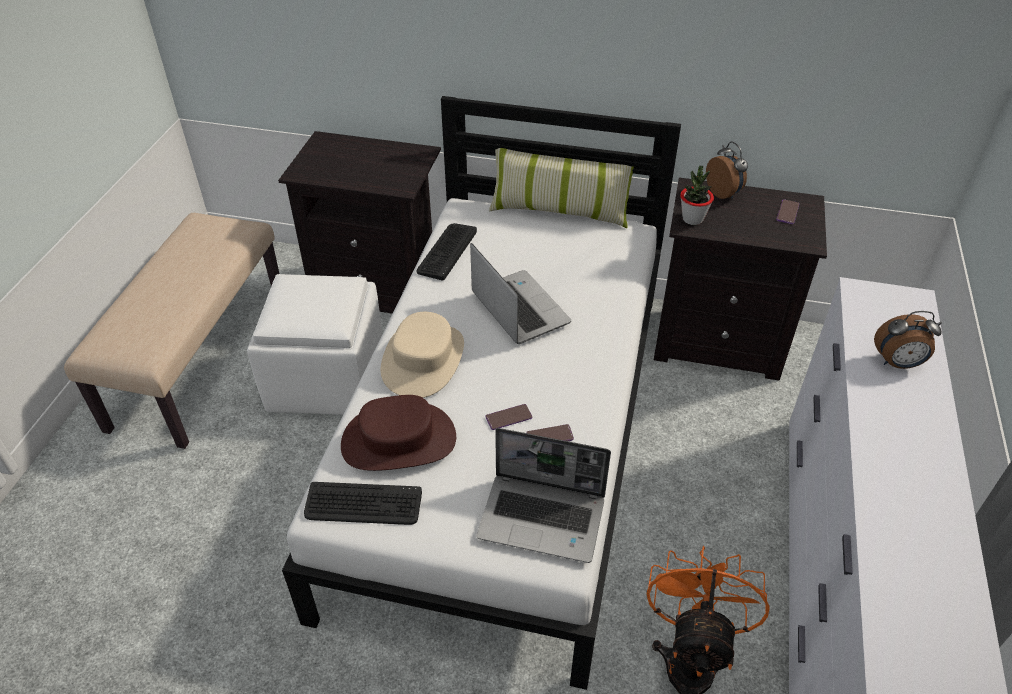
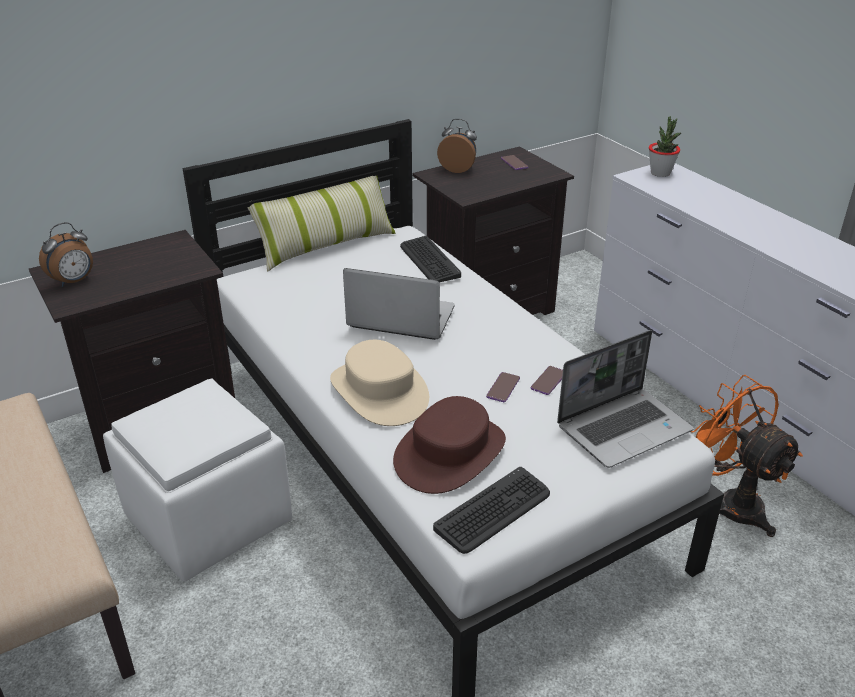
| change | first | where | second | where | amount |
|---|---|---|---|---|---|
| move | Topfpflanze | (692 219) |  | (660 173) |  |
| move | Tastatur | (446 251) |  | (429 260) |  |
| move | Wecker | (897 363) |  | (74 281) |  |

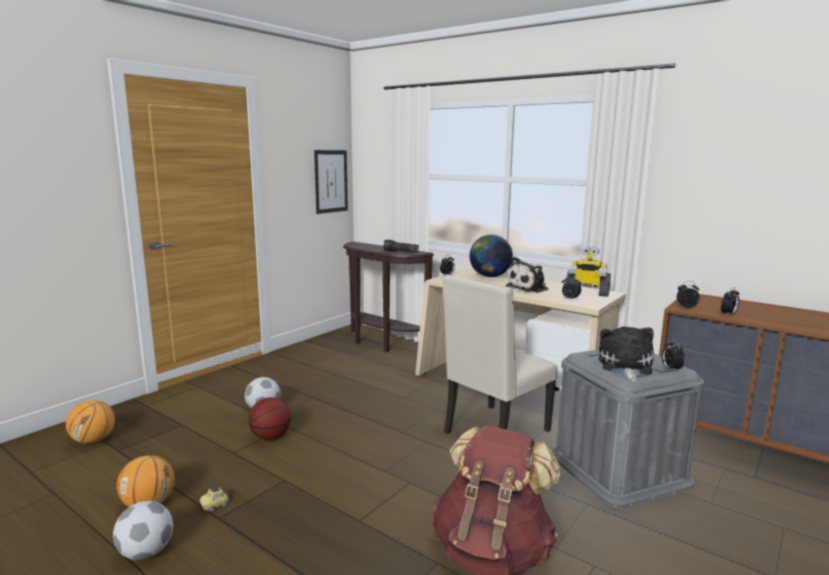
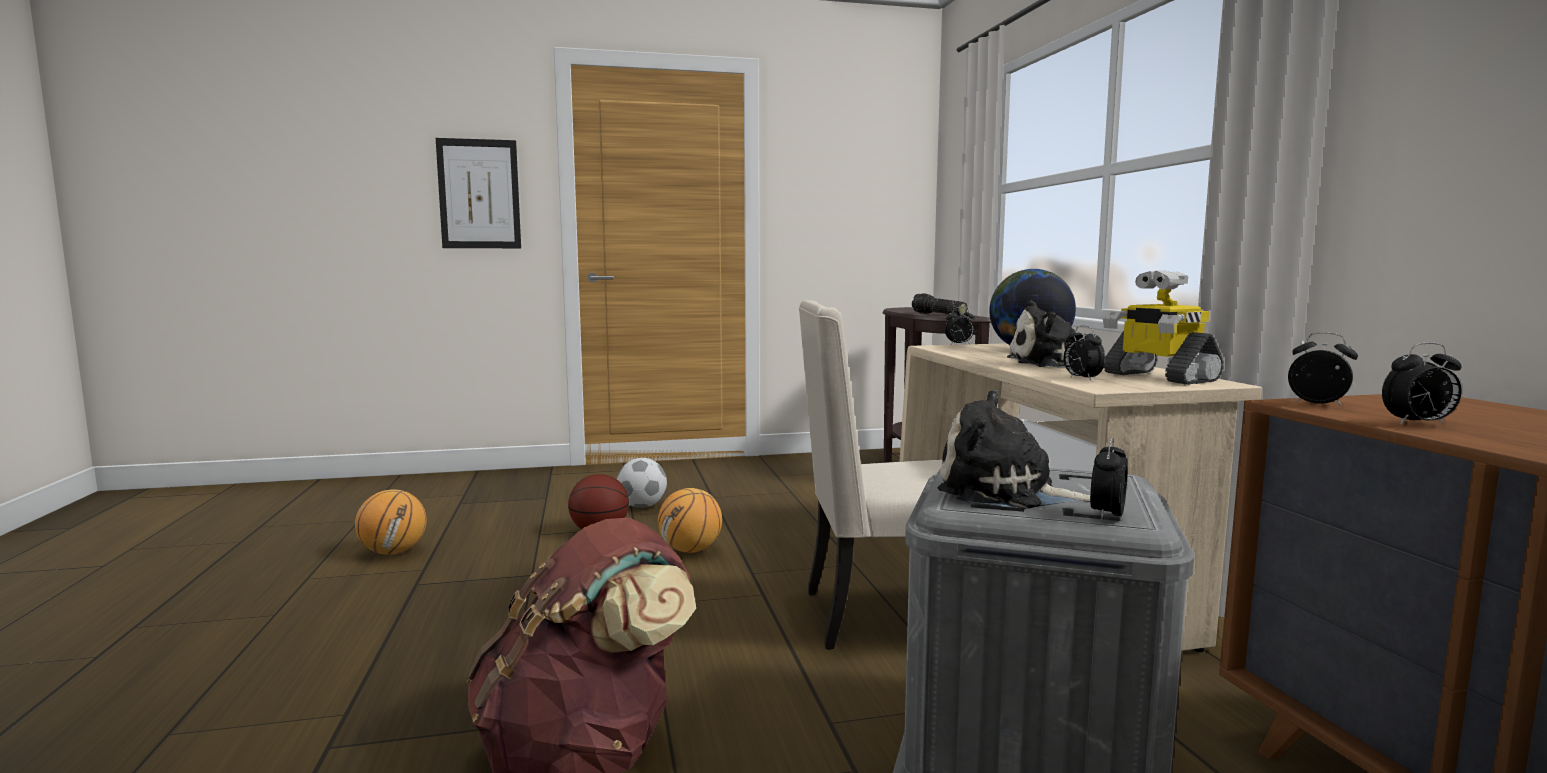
| change | first | where | second | where | amount |
|---|---|---|---|---|---|
| move | Bild | (331 181) |  | (479 194) |  |
| rotate | Plüschtier | (625 367) |  | (1005 492) | 120 degrees counterclockwise |
| move | Basketball | (93 440) |  | (691 550) |  |
| delete | Spielzeugauto | (215 506) |  |  |  |
| delete | Fußball | (146 553) |  |  |  |

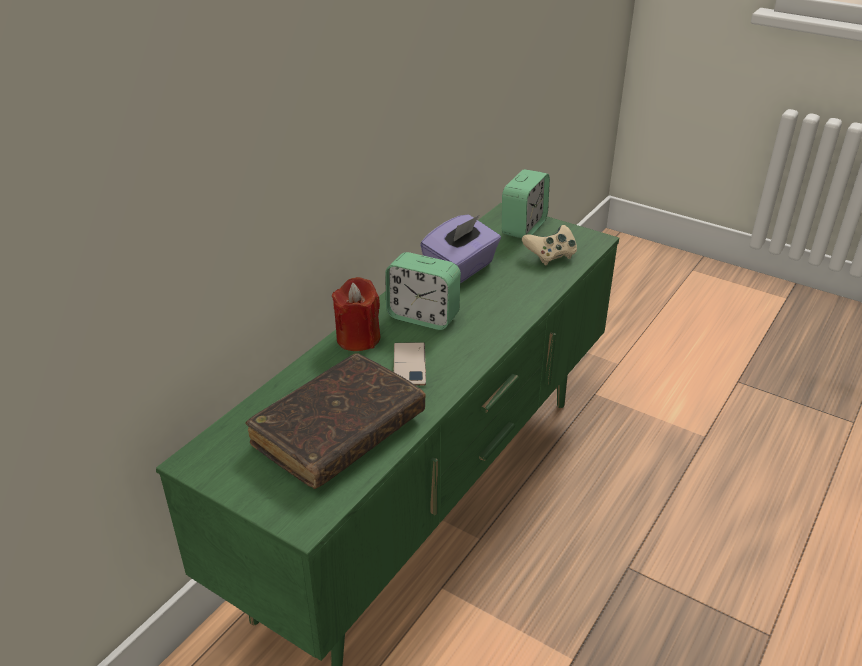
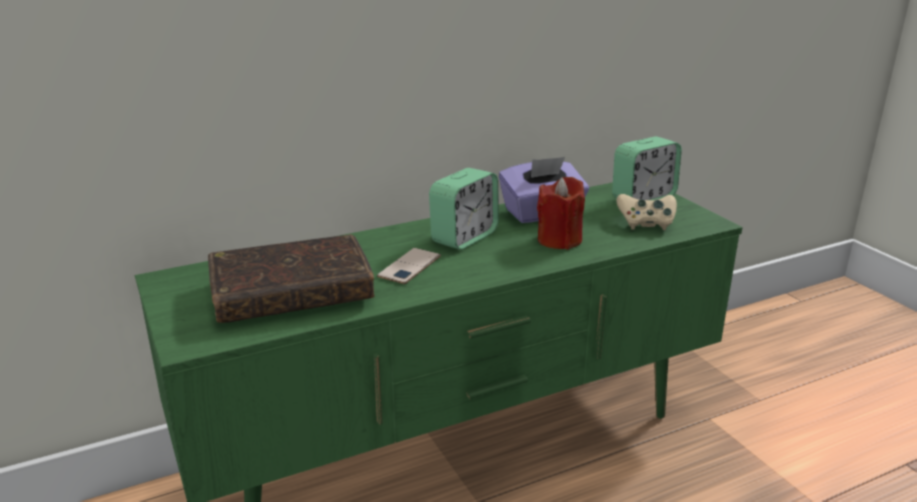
| change | first | where | second | where | amount |
|---|---|---|---|---|---|
| rotate | Wecker | (423 316) |  | (464 237) | 105 degrees counterclockwise |
| move | Kerze [rot] | (358 338) |  | (559 240) |  |

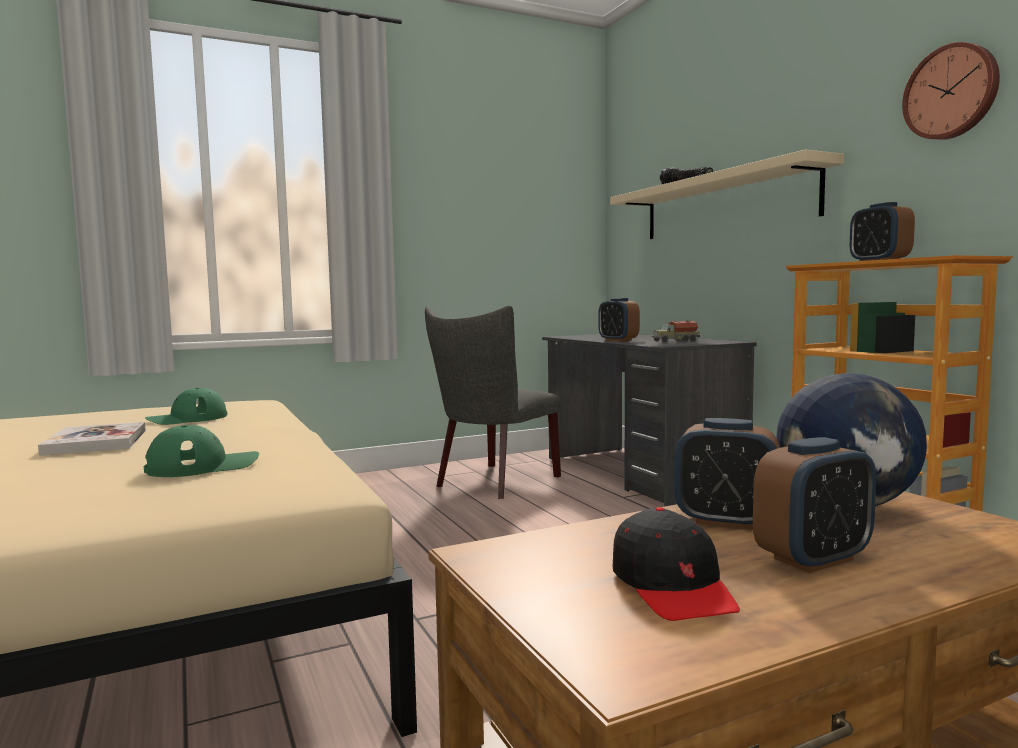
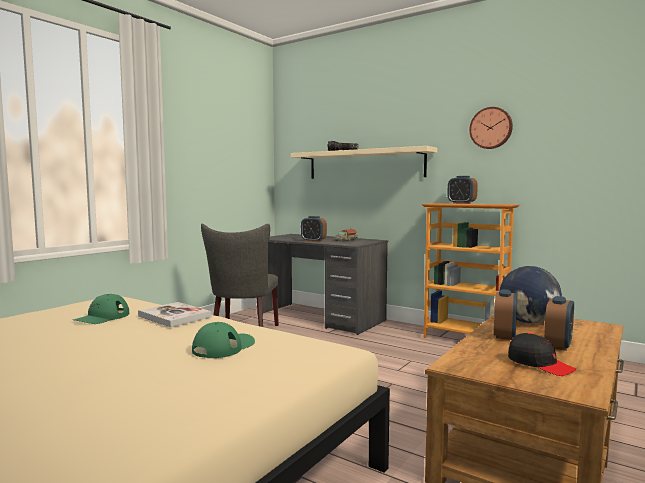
| change | first | where | second | where | amount |
|---|---|---|---|---|---|
| rotate | Wecker | (726 521) |  | (504 335) | 60 degrees counterclockwise |
| move | Buch | (96 442) |  | (174 316) |  |

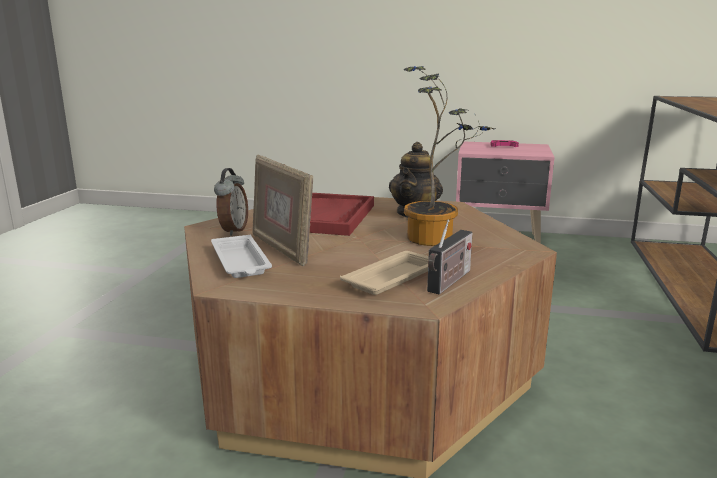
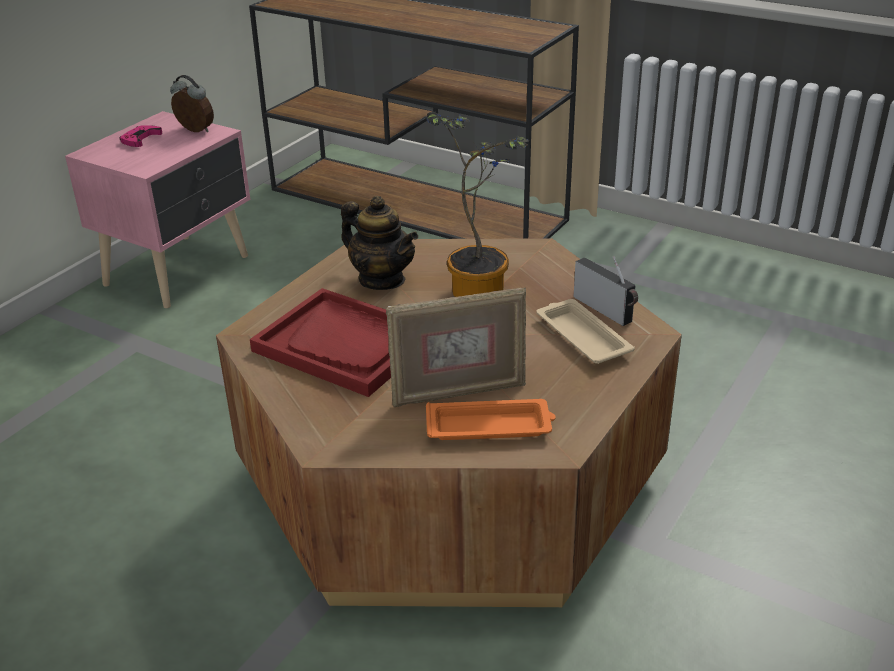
| change | first | where | second | where | amount |
|---|---|---|---|---|---|
| move | Wecker | (233 231) |  | (194 131) |  |
| recolor | Tablett [weiß] | (241 262) | Tablett [orange] | (491 427) |  |

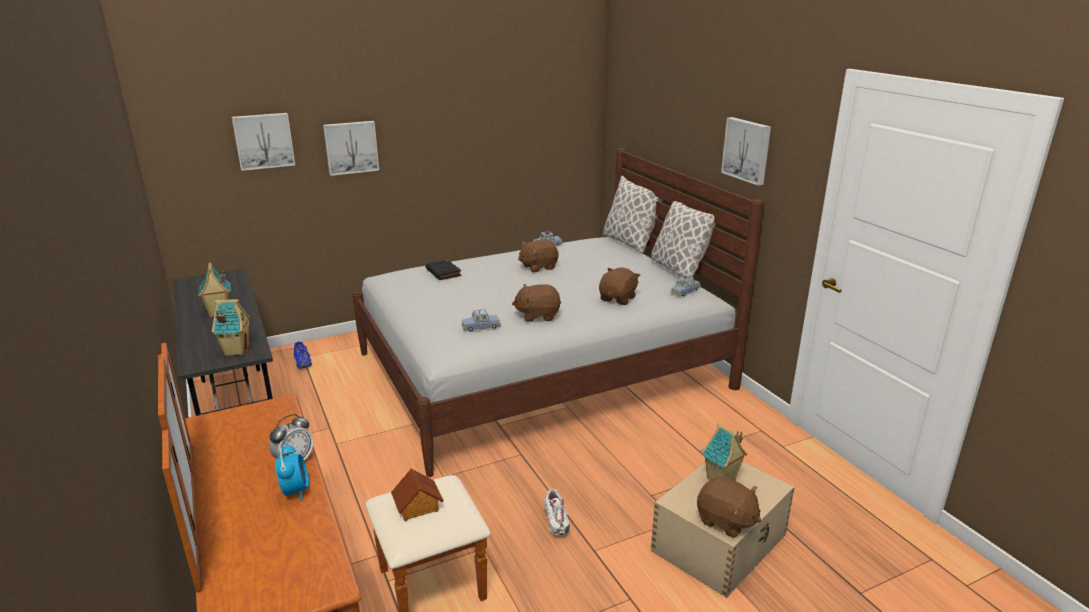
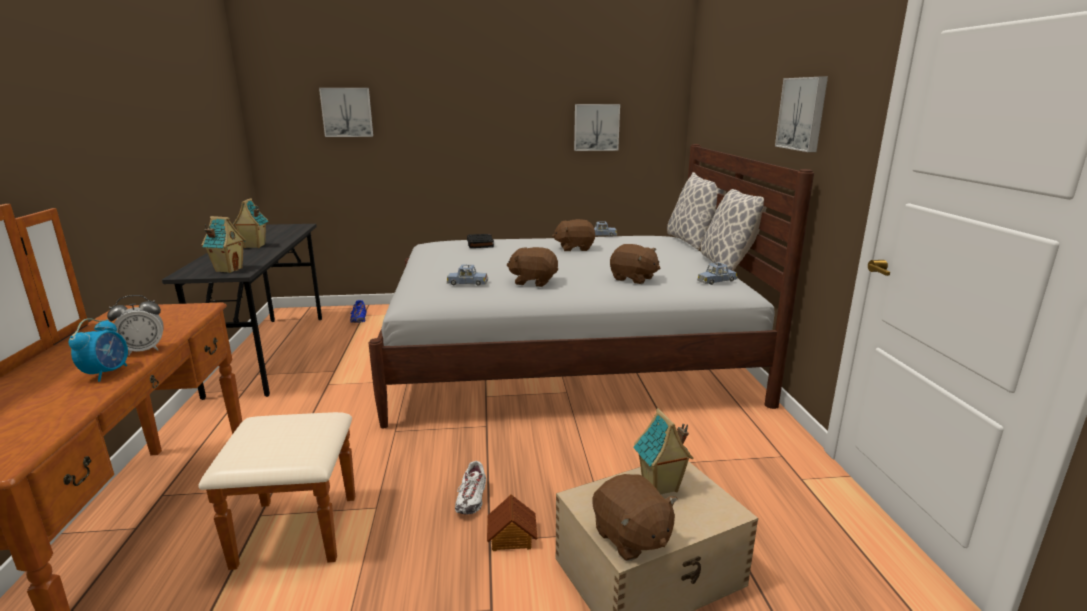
| change | first | where | second | where | amount |
|---|---|---|---|---|---|
| move | Bild | (351 147) |  | (596 127) |  |
| rotate | Plüschtier [braun] | (618 299) |  | (633 279) | 75 degrees clockwise |
| move | Spielzeughaus | (417 506) |  | (511 537) |  |

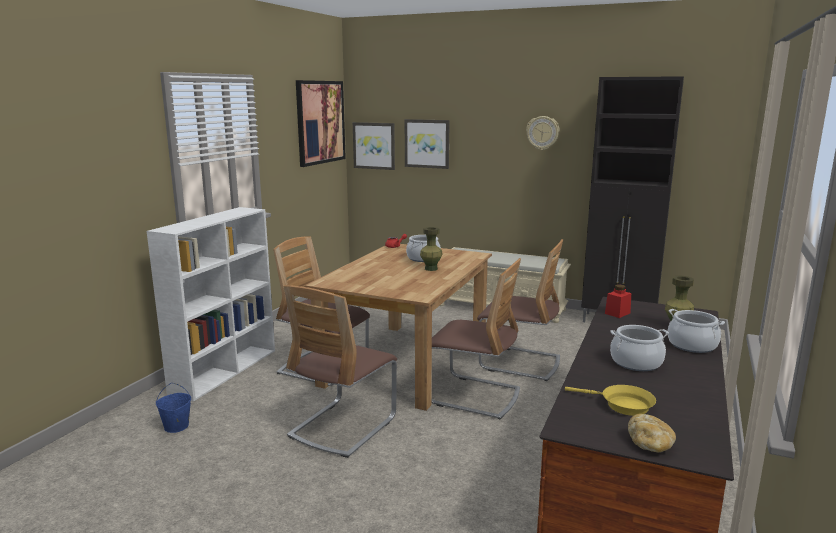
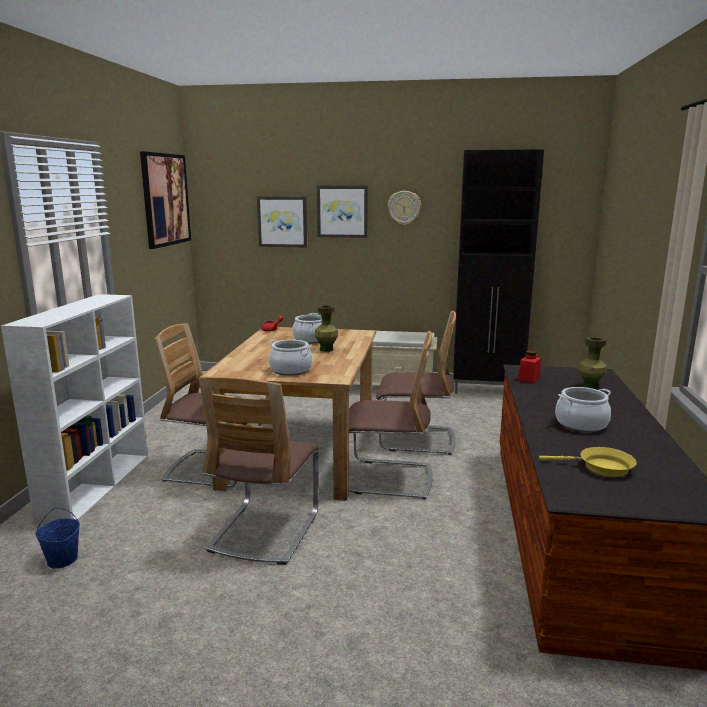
| change | first | where | second | where | amount |
|---|---|---|---|---|---|
| move | Bild | (374 145) |  | (342 211) |  |
| move | Kochtopf | (692 345) |  | (290 370) |  |
| delete | Brot | (650 444) |  |  |  |

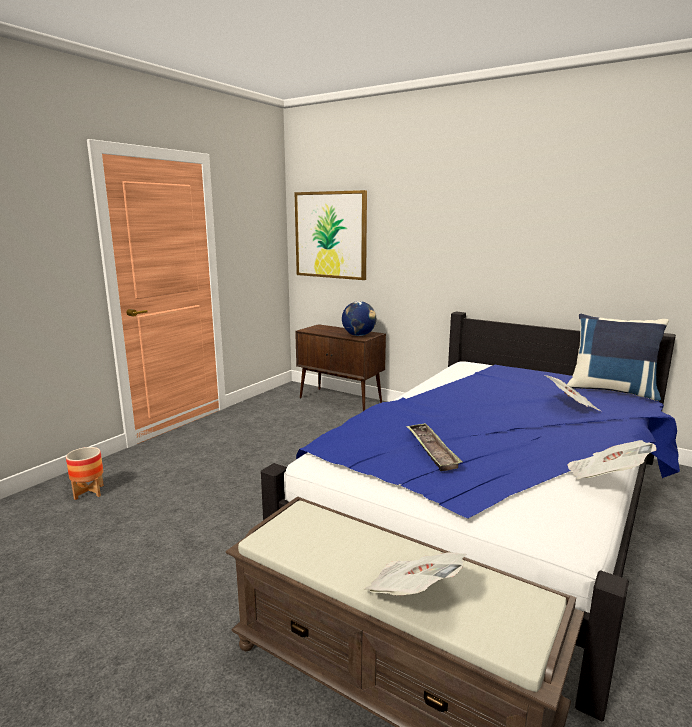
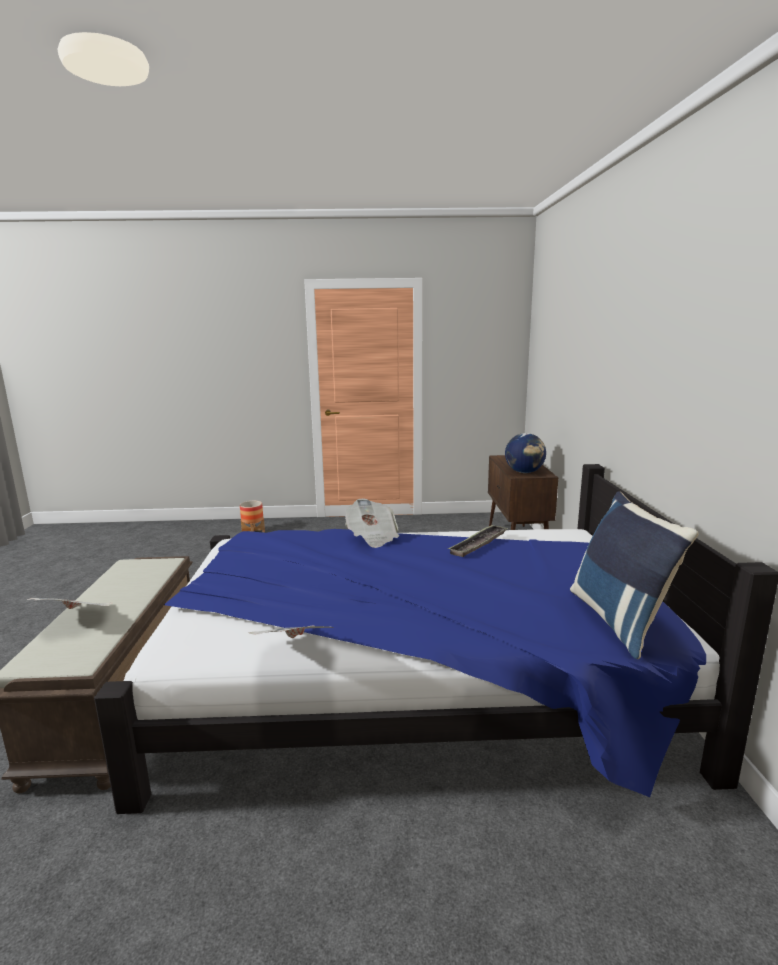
| change | first | where | second | where | amount |
|---|---|---|---|---|---|
| delete | Bild | (330 235) |  |  |  |
| move | Zeitung | (571 406) |  | (372 537) |  |
| move | Tablett | (431 450) |  | (478 544) |  |

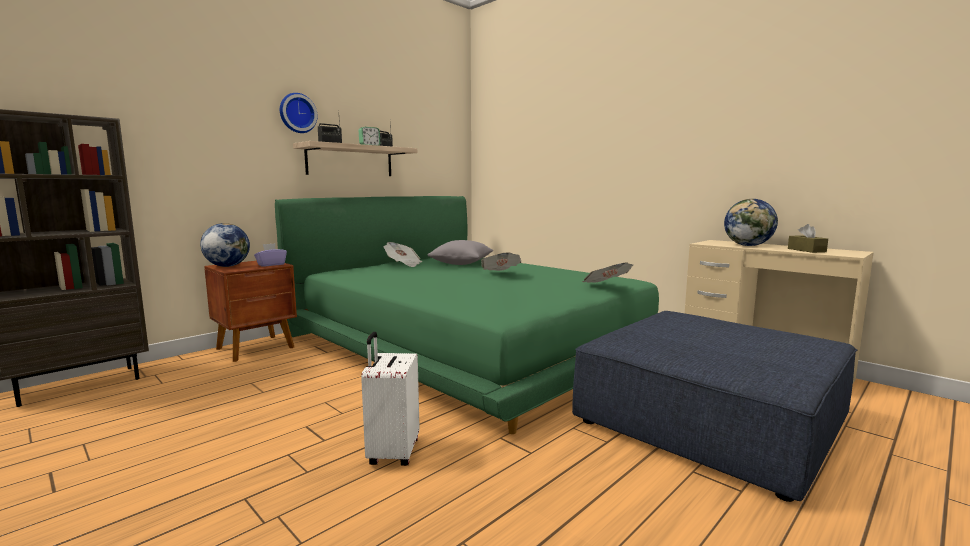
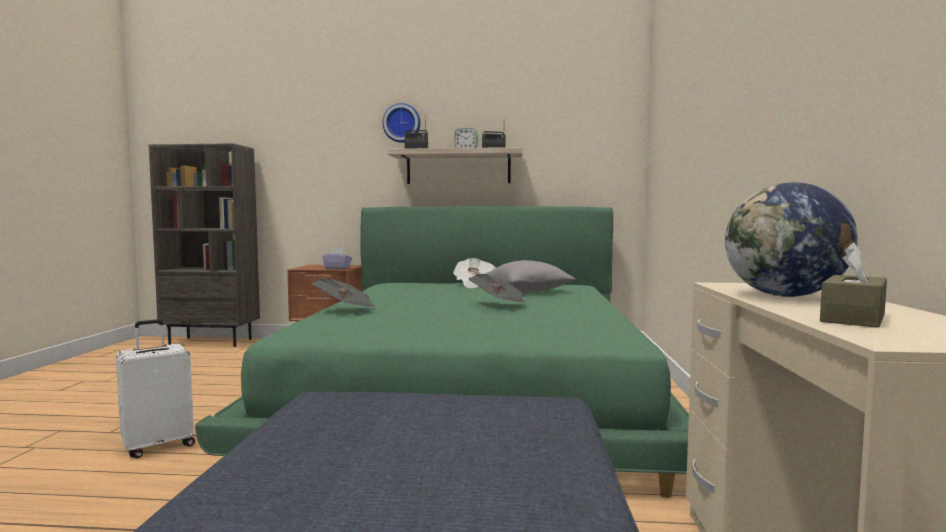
| change | first | where | second | where | amount |
|---|---|---|---|---|---|
| delete | Globus | (227 266) |  |  |  |
| move | Zeitung | (606 286) |  | (346 310) |  |

